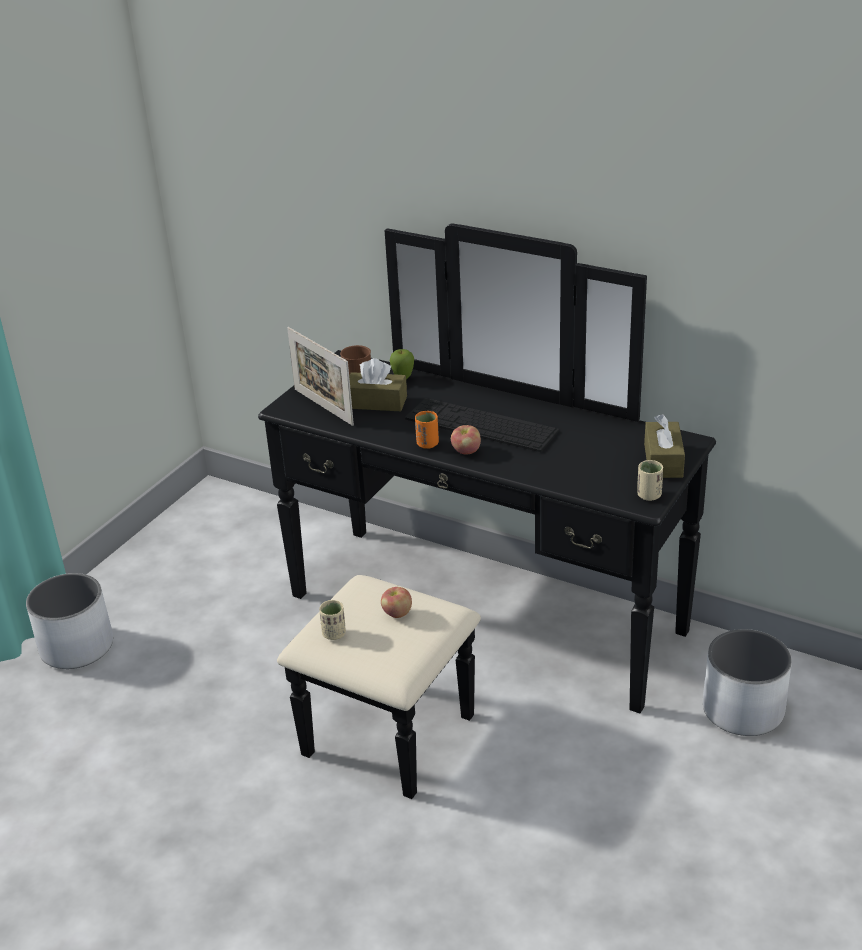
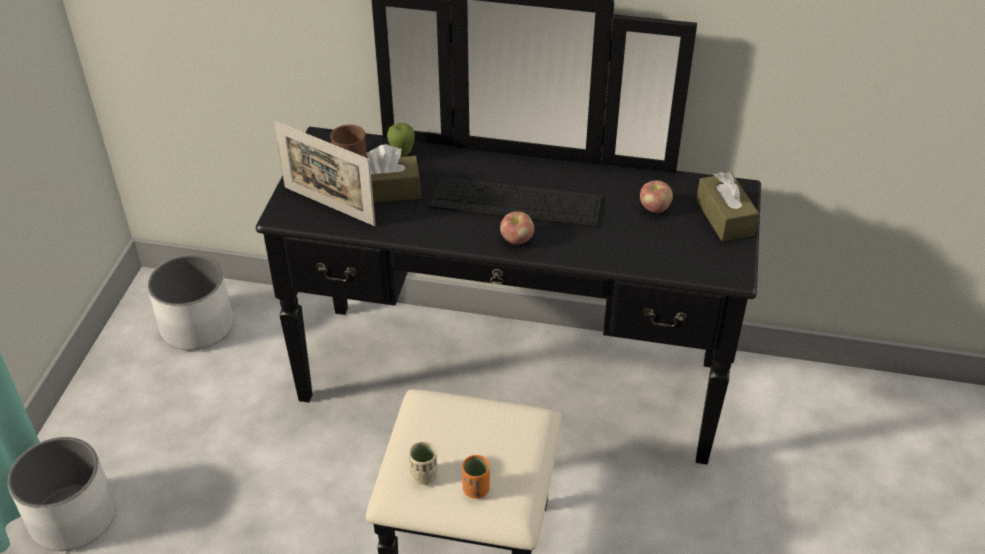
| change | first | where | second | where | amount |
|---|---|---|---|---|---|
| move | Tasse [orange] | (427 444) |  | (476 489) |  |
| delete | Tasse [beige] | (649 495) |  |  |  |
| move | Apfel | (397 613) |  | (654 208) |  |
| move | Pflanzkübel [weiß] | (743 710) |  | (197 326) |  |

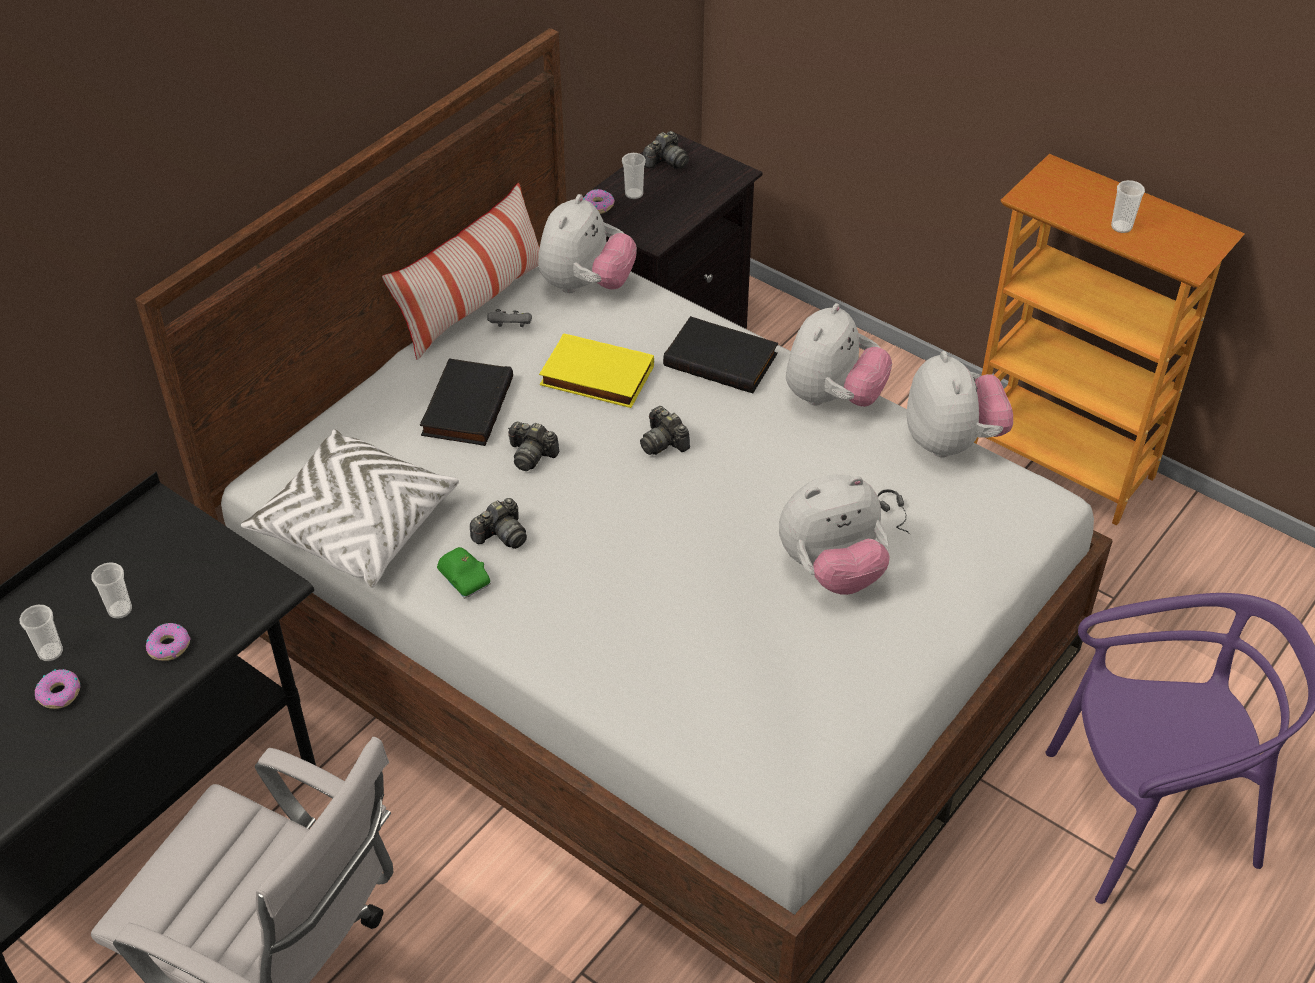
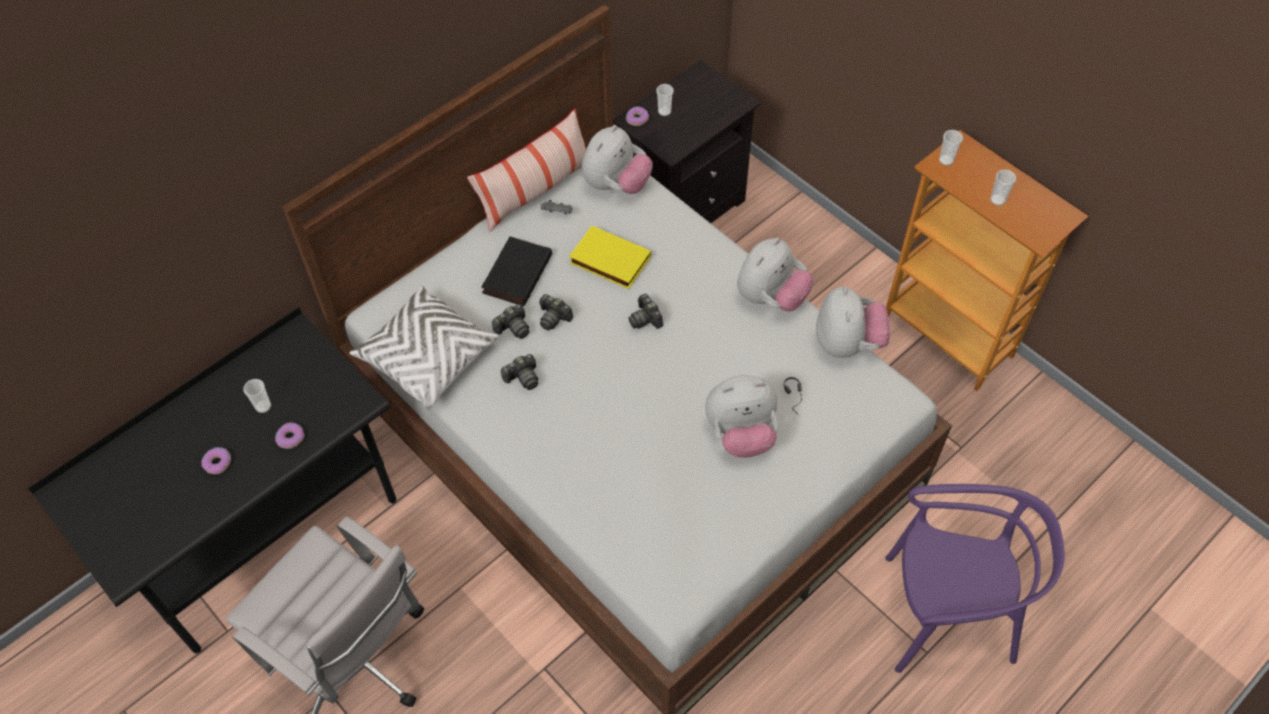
| change | first | where | second | where | amount |
|---|---|---|---|---|---|
| move | Kamera | (666 162) |  | (513 328) |  |
| delete | Buch [schwarz] | (722 359) |  |  |  |
| delete | Spielzeugauto [grün] | (465 579) |  |  |  |
| move | Tasse | (50 652) |  | (946 160) |  |

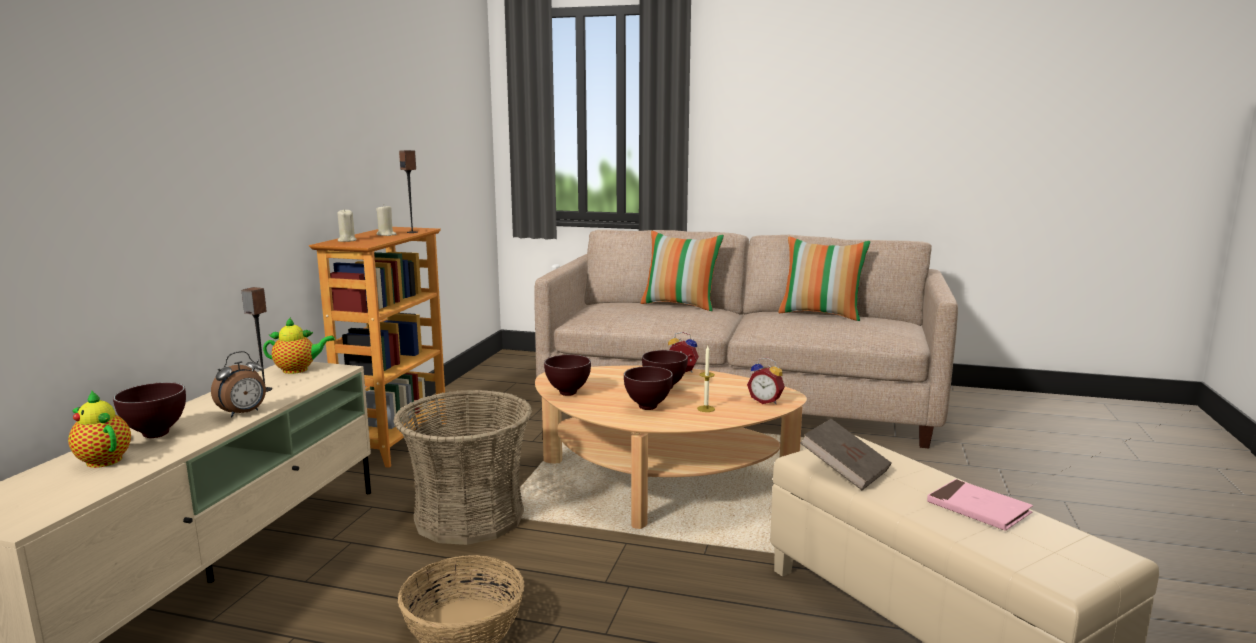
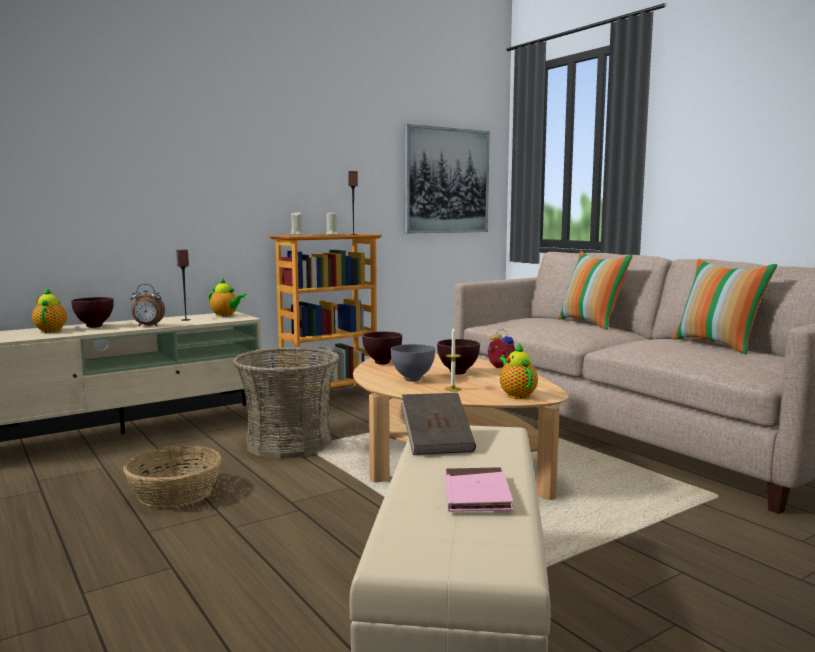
| change | first | where | second | where | amount |
|---|---|---|---|---|---|
| replace | Wecker | (766 401) | Teekanne | (516 395) |  |
| recolor | Schüssel [braun] | (646 407) | Schüssel [grau] | (412 379) |  |
| insert |  |  | Bild | (446 181) |  |

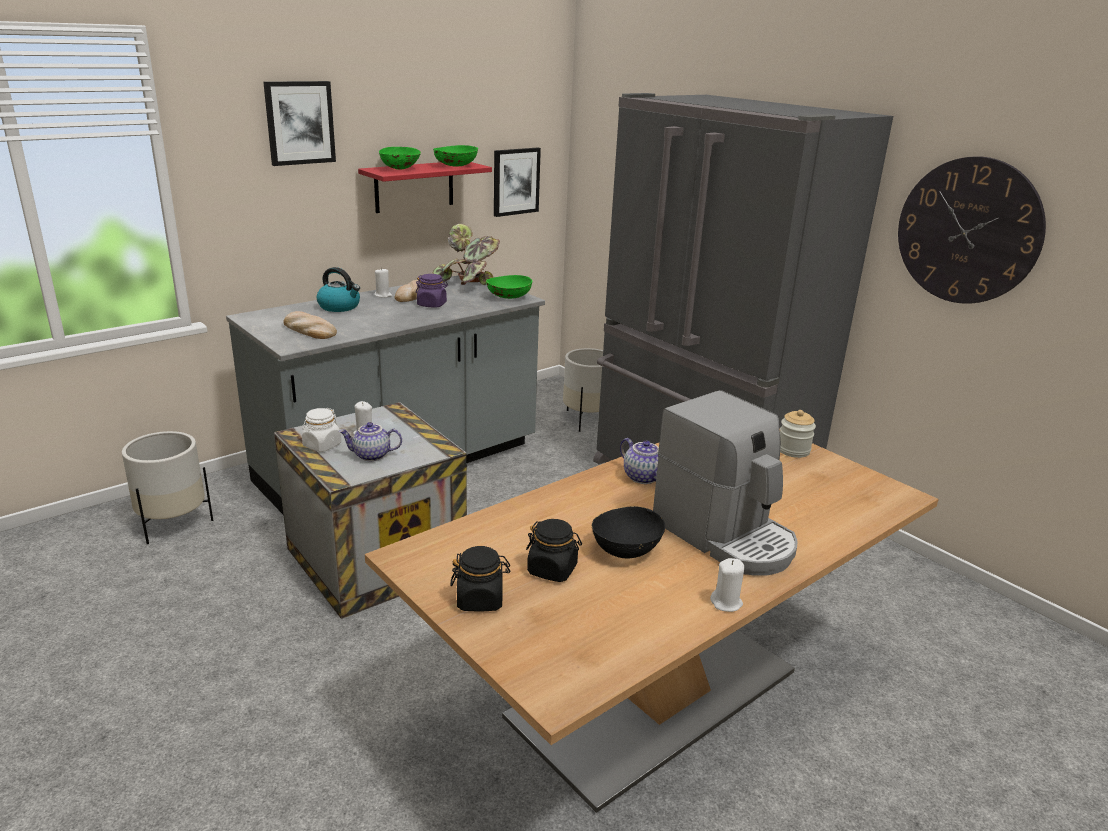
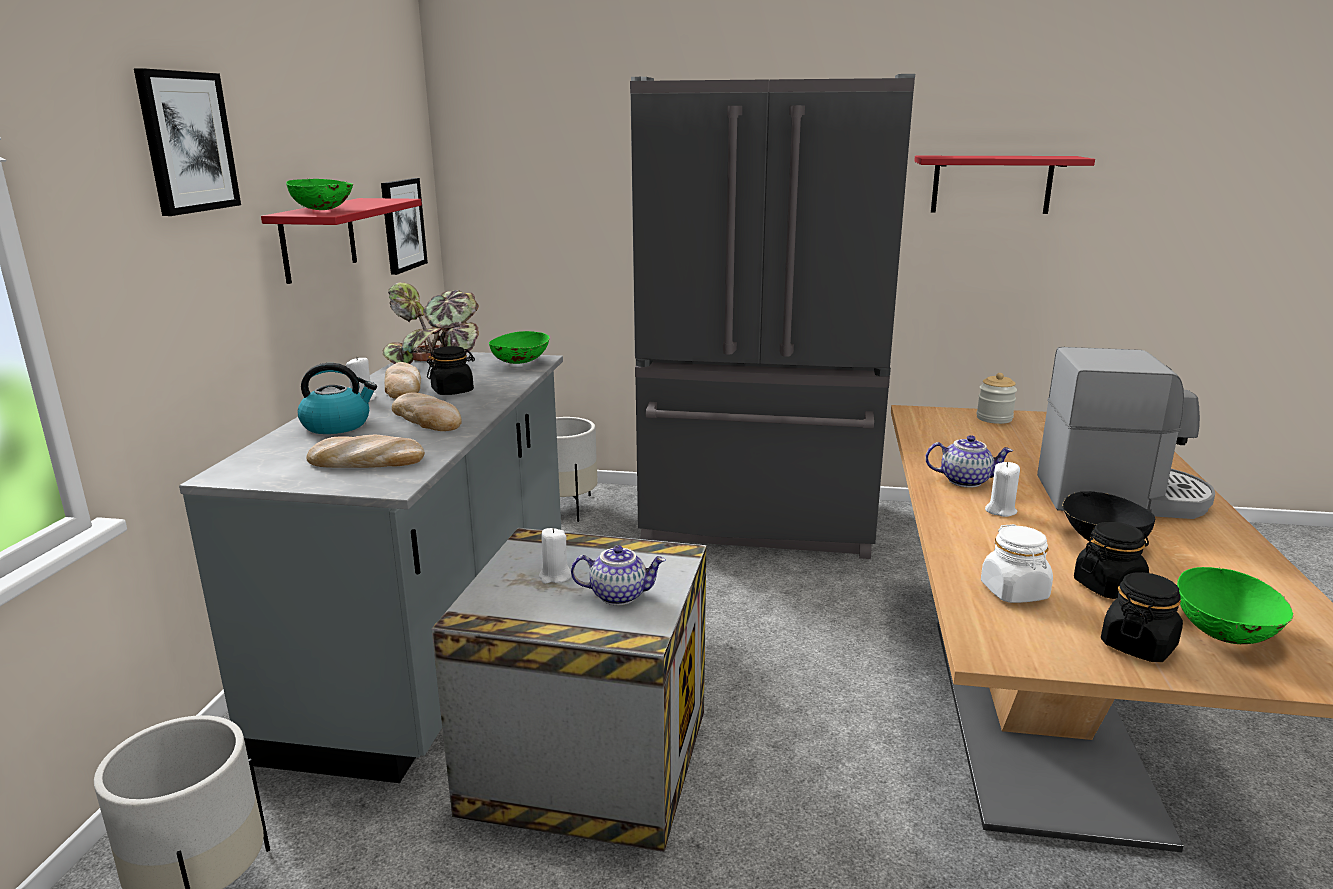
| change | first | where | second | where | amount |
|---|---|---|---|---|---|
| move | Schüssel [grün] | (456 166) |  | (1225 633) |  |
| replace | Wanduhr | (968 231) | Wandregal [rot] | (991 184) |  |
| recolor | Vorratsglas [lila] | (432 304) | Vorratsglas [schwarz] | (453 391) |  |
| move | Vorratsglas [weiß] | (322 445) |  | (1014 592) |  |
| rotate | Teekanne | (371 456) |  | (619 595) | 135 degrees counterclockwise |
| move | Kerze [weiß] | (726 603) |  | (1000 510) |  |
| insert |  |  | Brot | (428 418) |  |

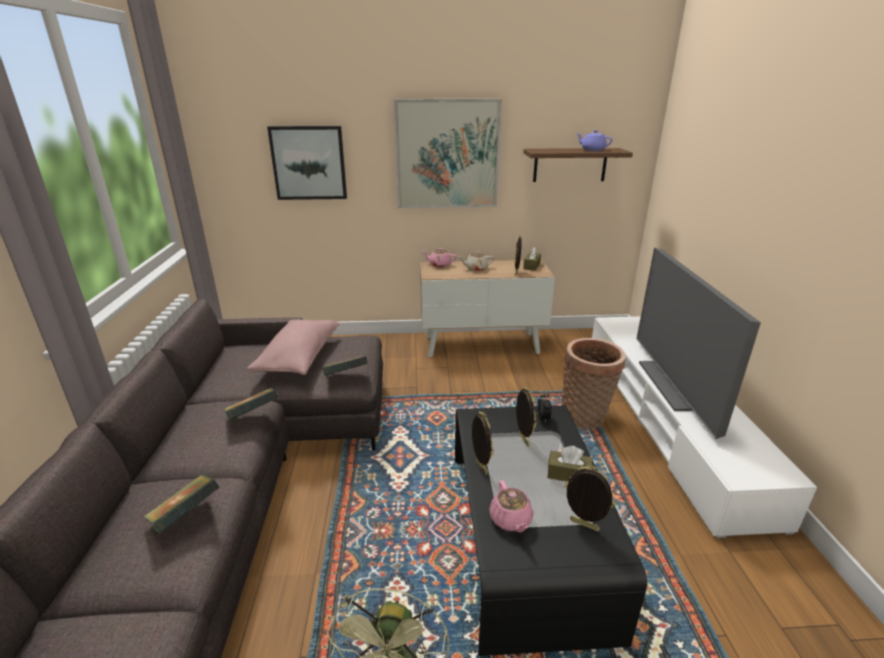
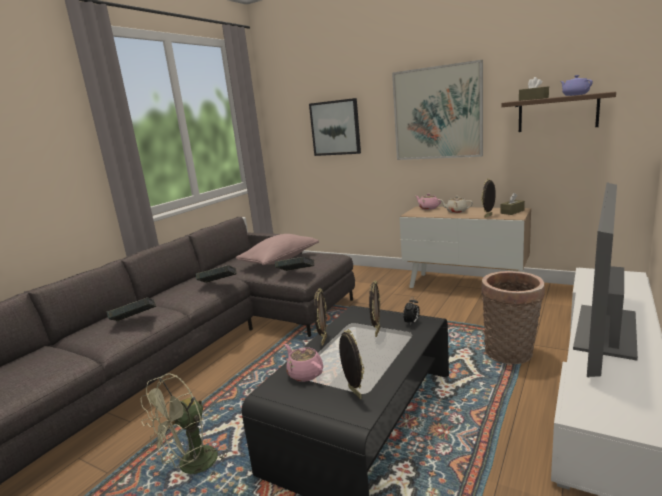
| change | first | where | second | where | amount |
|---|---|---|---|---|---|
| move | Taschentuchbox [braun] | (568 474) |  | (533 99) |  |
| rotate | Teekanne [rosa] | (510 520) |  | (305 374) | 120 degrees clockwise |

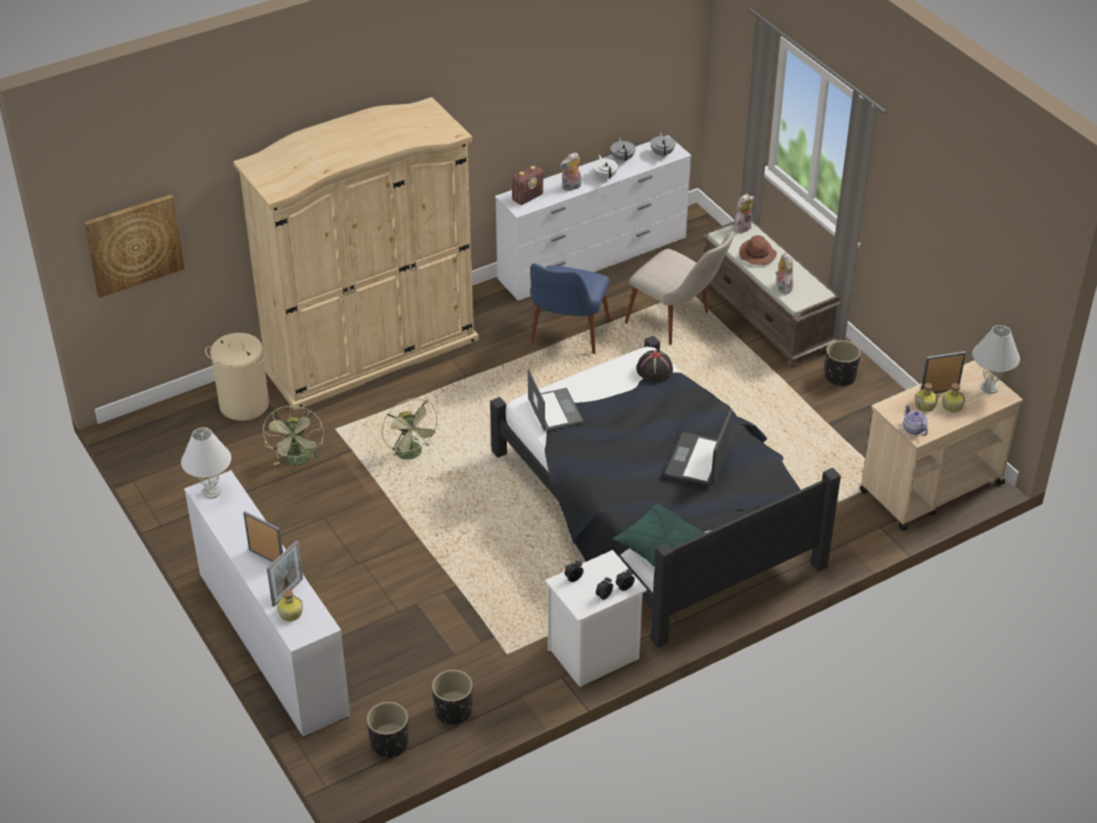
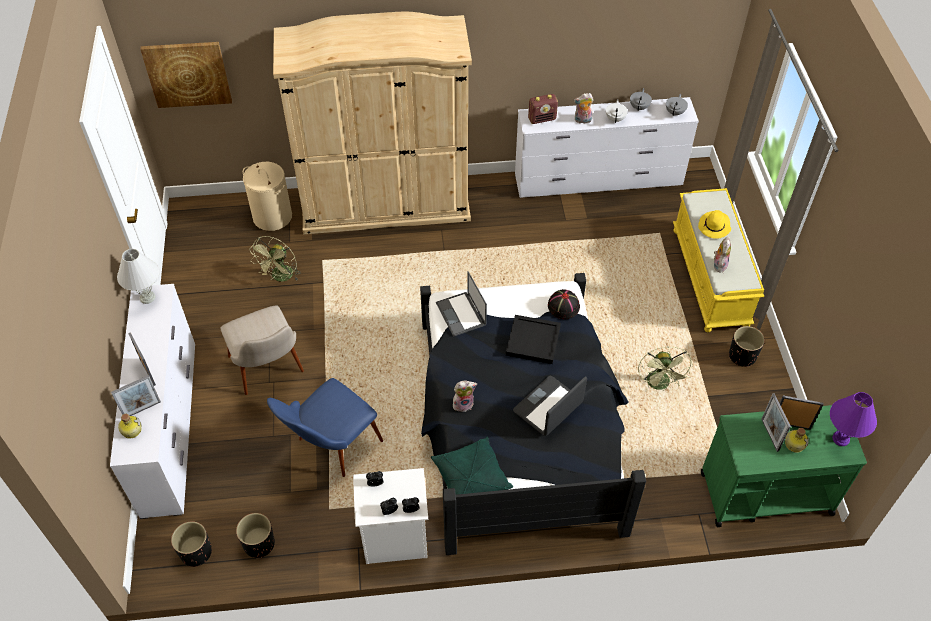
| change | first | where | second | where | amount |
|---|---|---|---|---|---|
| move | Plüschtier | (742 226) |  | (463 403) |  |
| recolor | Bank [braun] | (767 316) | Bank [gelb] | (711 278) |  |
| move | Stuhl [beige] | (678 323) |  | (270 373) |  |
| recolor | Hut [braun] | (757 255) | Hut [gelb] | (714 227) |  |
| move | Stuhl [blau] | (566 340) |  | (330 449) |  |
| recolor | Tischlampe [weiß] | (989 388) | Tischlampe [lila] | (840 439) |  |
| recolor | Rollwagen [beige] | (930 487) | Rollwagen [grün] | (764 493) |  |
| rotate | Laptop | (554 410) |  | (461 314) | 150 degrees clockwise |
| replace | Flasche | (925 405) | Bilderrahmen | (769 435) |  |
| move | Ventilator [grün] | (412 454) |  | (660 385) |  |
| delete | Teekanne | (913 429) |  |  |  |
| insert |  |  | Tablett [schwarz] | (533 341) |  |

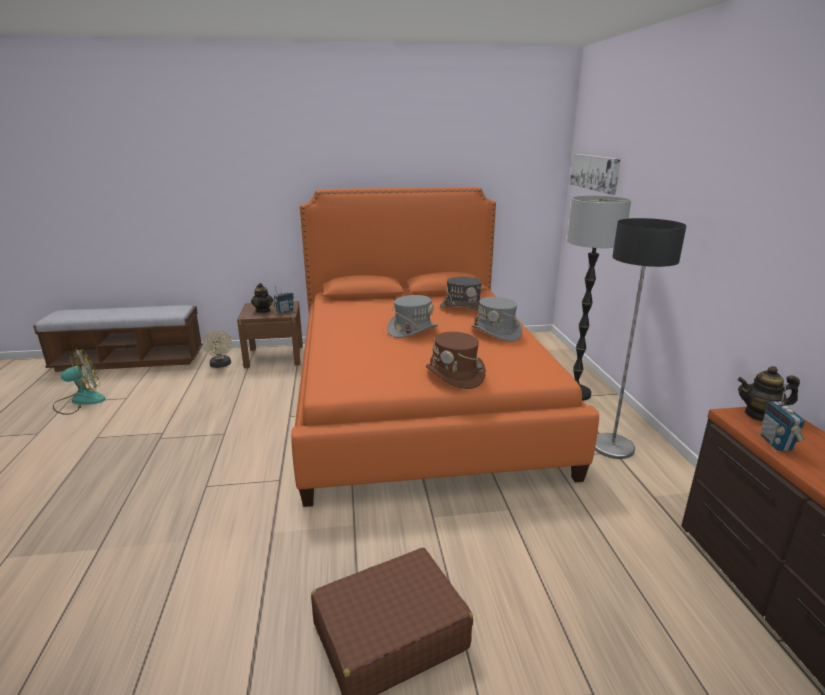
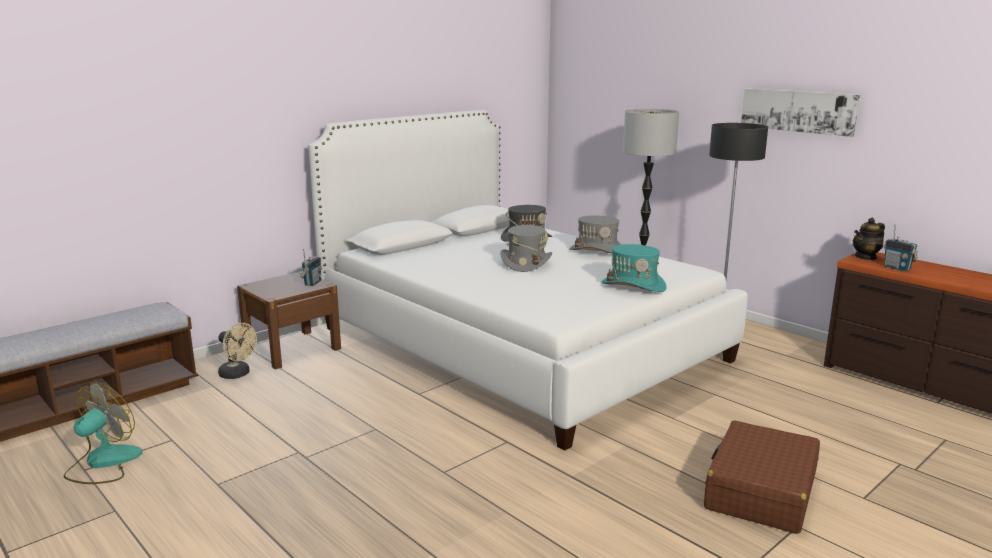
| change | first | where | second | where | amount |
|---|---|---|---|---|---|
| move | Bild | (594 172) |  | (798 111) |  |
| recolor | Bett [orange] | (417 398) | Bett [weiß] | (518 344) |  |
| delete | Teekanne | (263 310) |  |  |  |
| recolor | Hut [braun] | (455 375) | Hut [türkis] | (633 286) |  |

